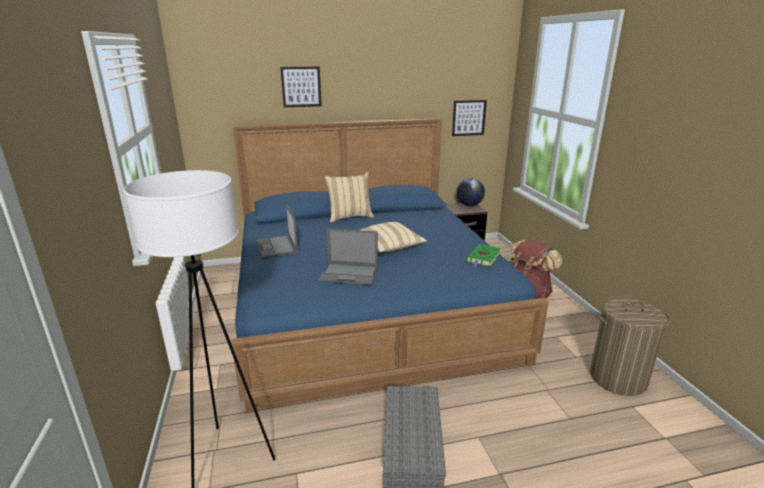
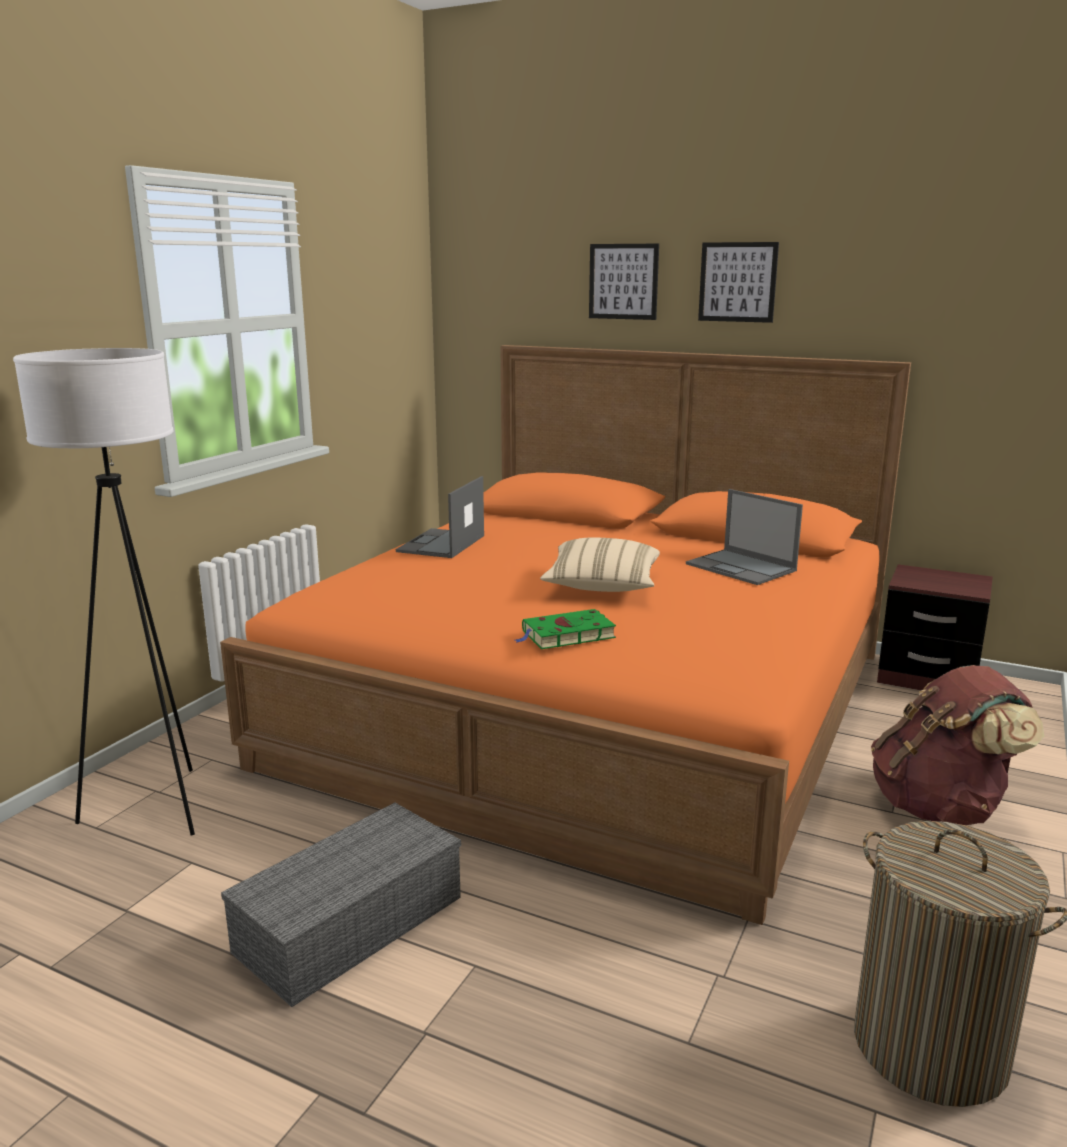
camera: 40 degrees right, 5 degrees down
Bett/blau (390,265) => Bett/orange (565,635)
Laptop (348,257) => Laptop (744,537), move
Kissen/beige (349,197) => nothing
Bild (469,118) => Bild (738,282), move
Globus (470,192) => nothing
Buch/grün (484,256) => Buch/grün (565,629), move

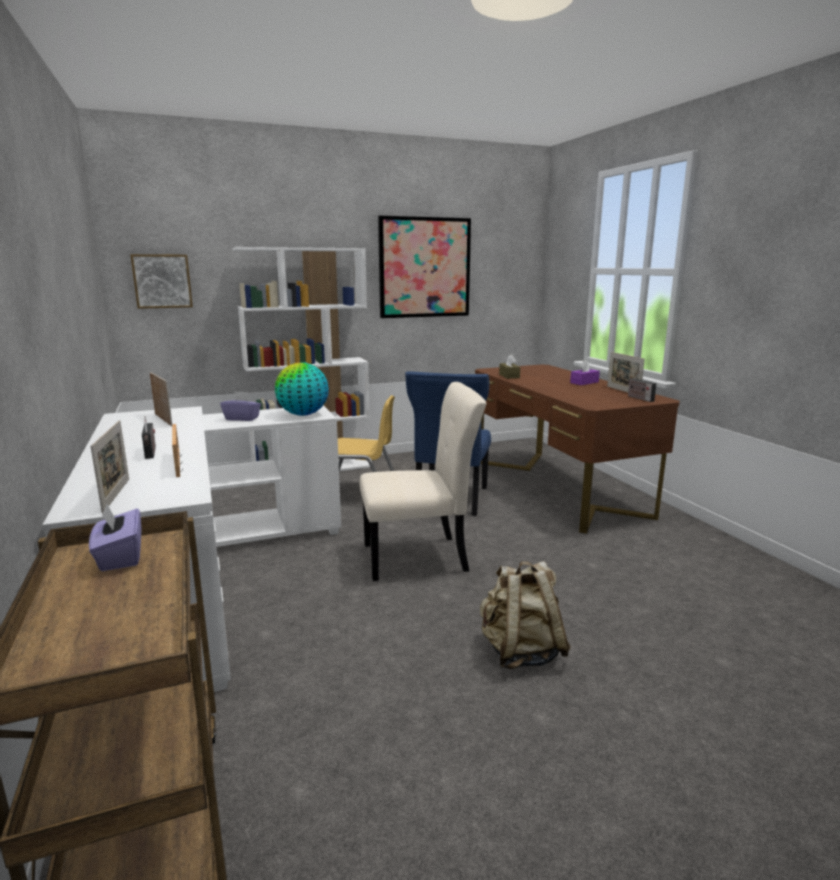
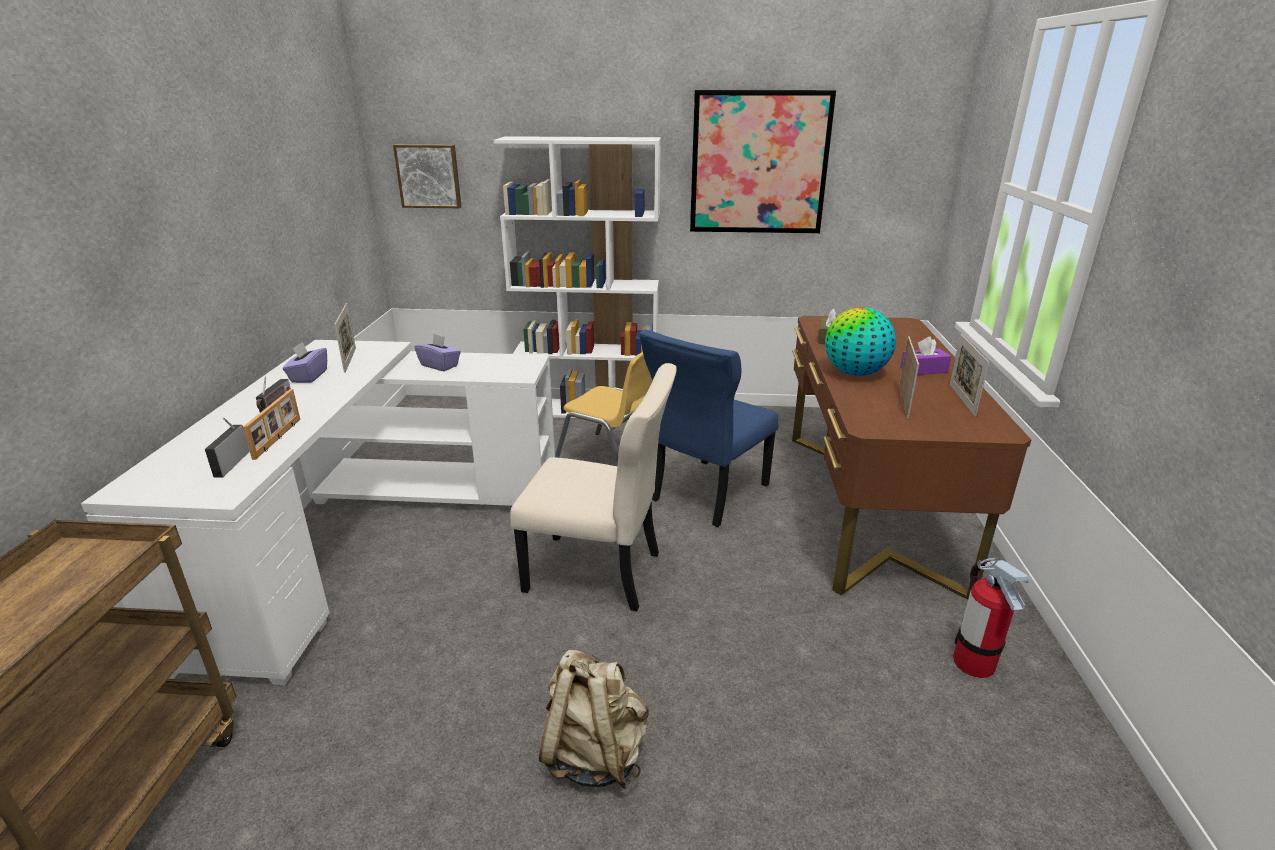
camera: 25 degrees right, 10 degrees up
Taschentuchbox/lila (115,537) => Taschentuchbox/lila (305,362), move
Bilderrahmen (110,466) => Bilderrahmen (909,377), move
Globus (302,389) => Globus (860,341), move
Radio (642,386) => Radio (227,447), move
nothing => Feuerlöscher (991,618)

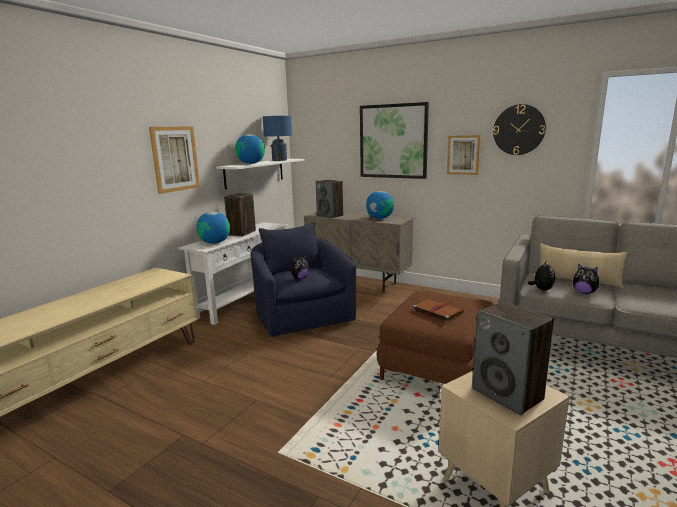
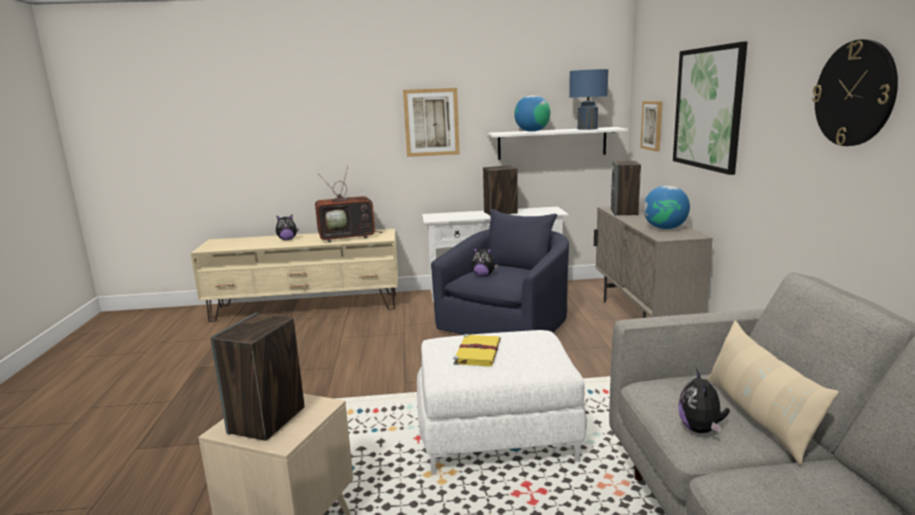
camera: 55 degrees right, 0 degrees up
Globus (213,228) => nothing
Polsterhocker/braun (435,337) => Polsterhocker/weiß (502,402)
Buch/braun (438,310) => Buch/gelb (477,350)
Bild (464,155) => Bild (651,126), move
Plüschtier (541,276) => Plüschtier (287,227), move
nothing => Fernseher (349,204)

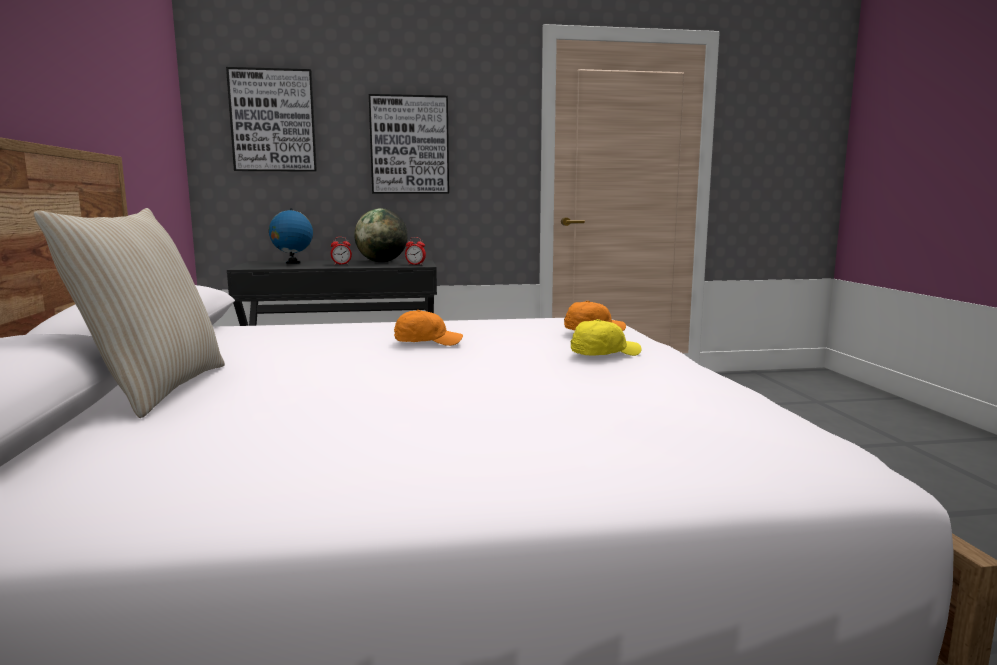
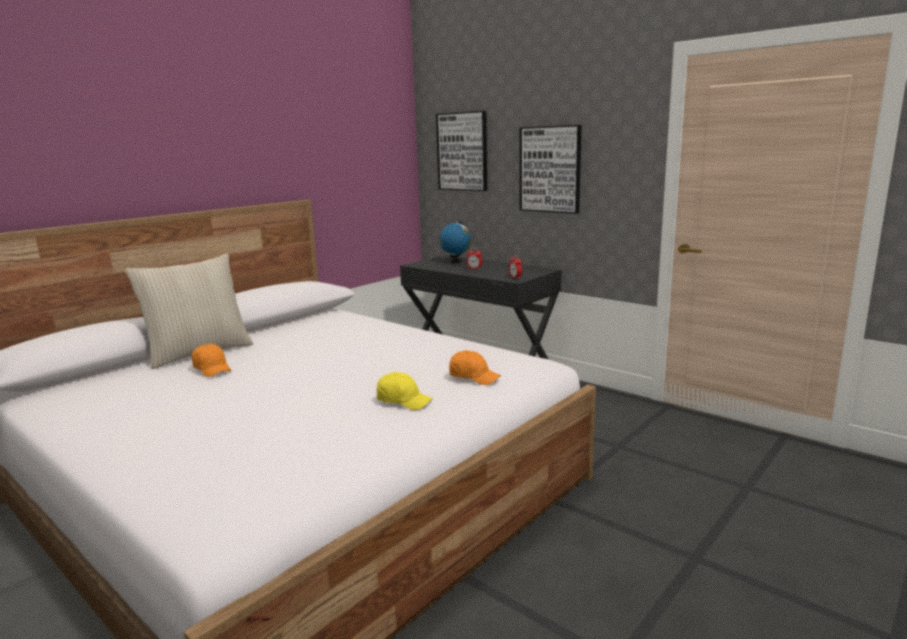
camera: 50 degrees right, 5 degrees up
Globus (381,235) => nothing
Kappe/orange (428,328) => Kappe/orange (211,360), move

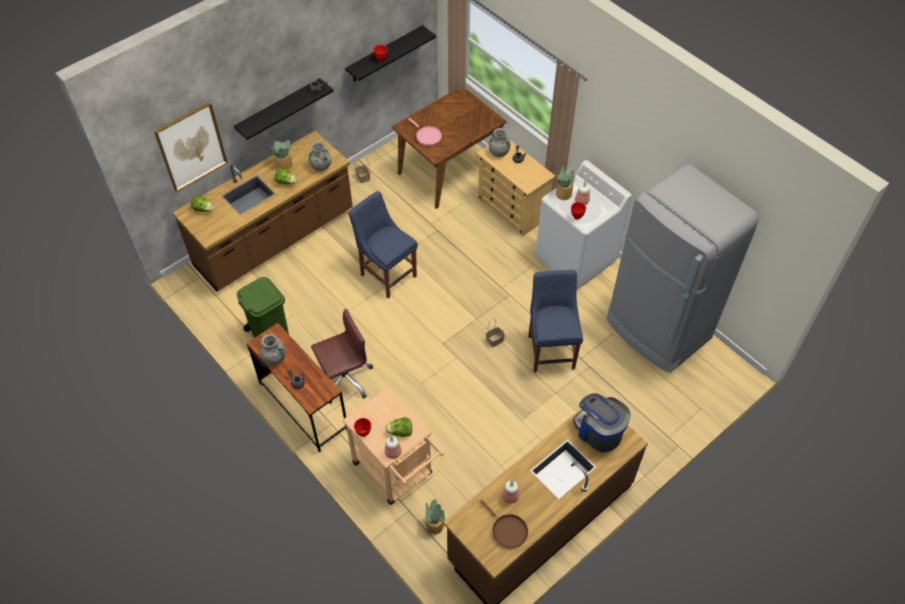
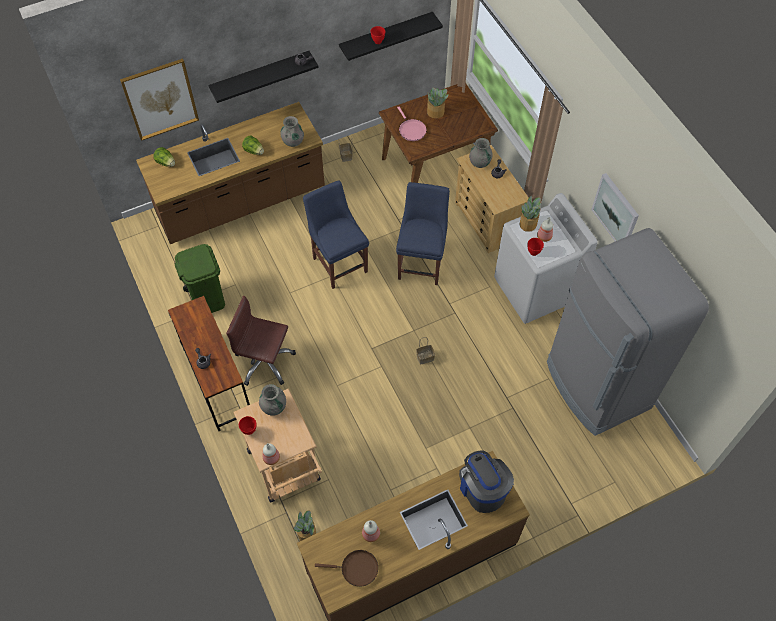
camera: 15 degrees right, 5 degrees up
Vase/grau (273,349) => Vase/grau (272,400), move
Topfpflanze (282,155) => Topfpflanze (438,103), move
Bürostuhl/braun (342,356) => Bürostuhl/braun (261,341), 150 degrees counterclockwise
Salatkopf (398,427) => nothing
Pfanne/braun (504,524) => Pfanne/braun (346,568), 60 degrees counterclockwise
Stuhl/blau (555,321) => Stuhl/blau (423,233), move
nothing => Bild (615,207)

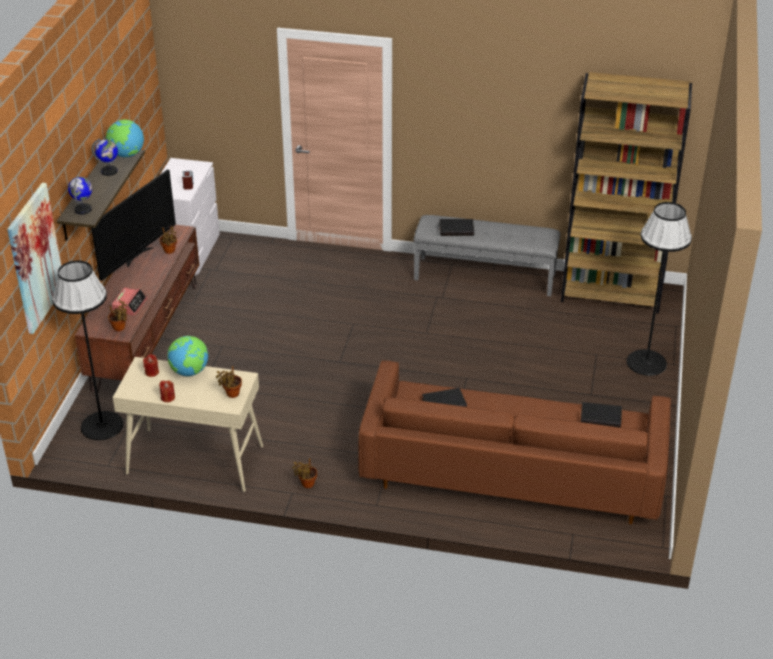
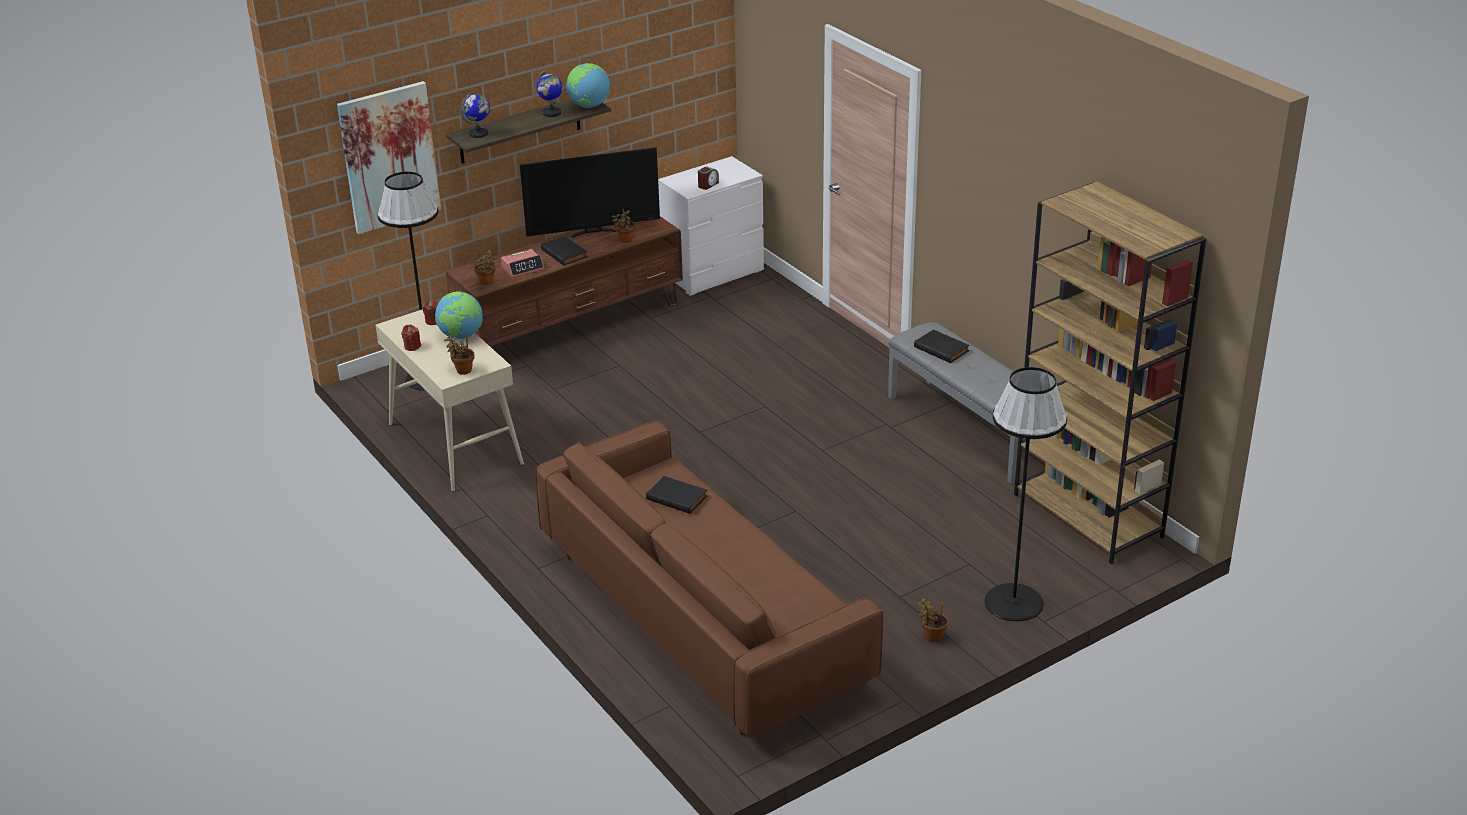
camera: 45 degrees right, 5 degrees down
Topfpflanze (304,473) => Topfpflanze (932,620), move
Buch/schwarz (601,415) => Buch/schwarz (564,251), move

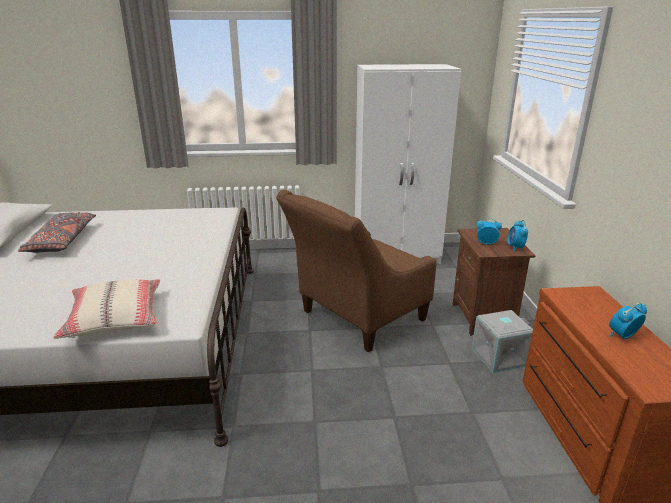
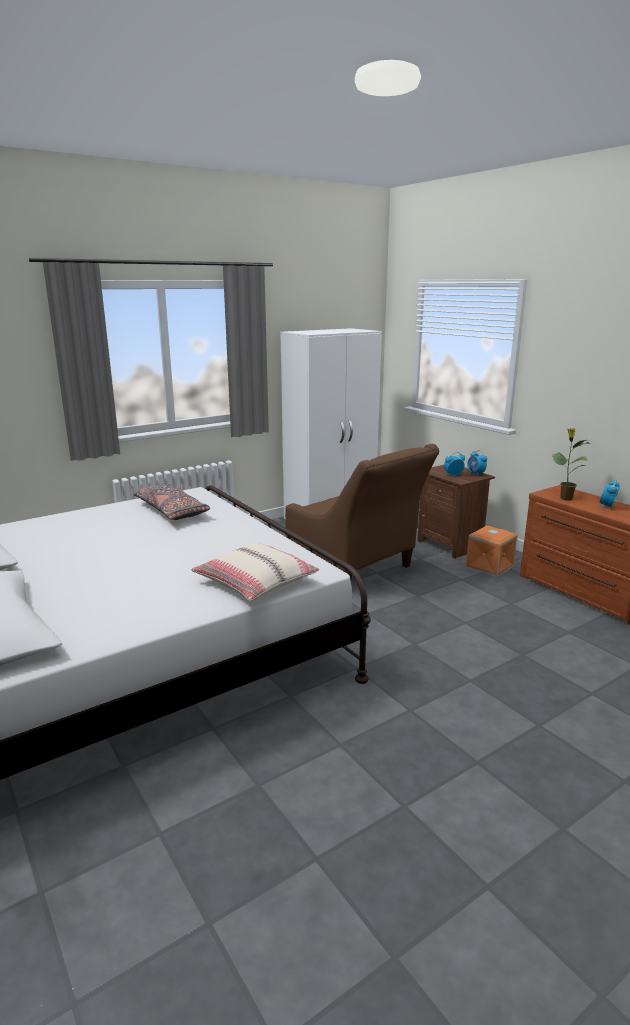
camera: 30 degrees left, 5 degrees down
Kissen/grau (57,232) => Kissen/grau (171,502), move
Sessel/braun (356,271) => Sessel/braun (362,512), 60 degrees counterclockwise
Aufbewahrungsbox/grau (502,341) => Aufbewahrungsbox/orange (492,551)
nothing => Topfpflanze (571,464)

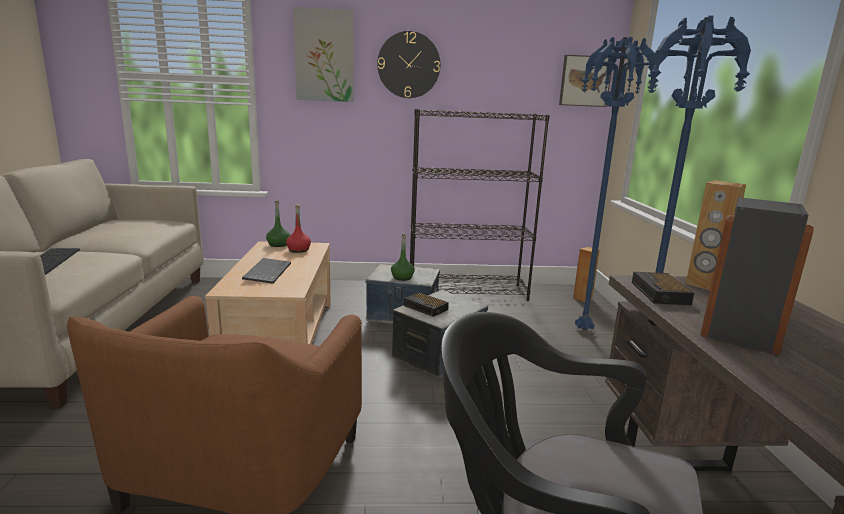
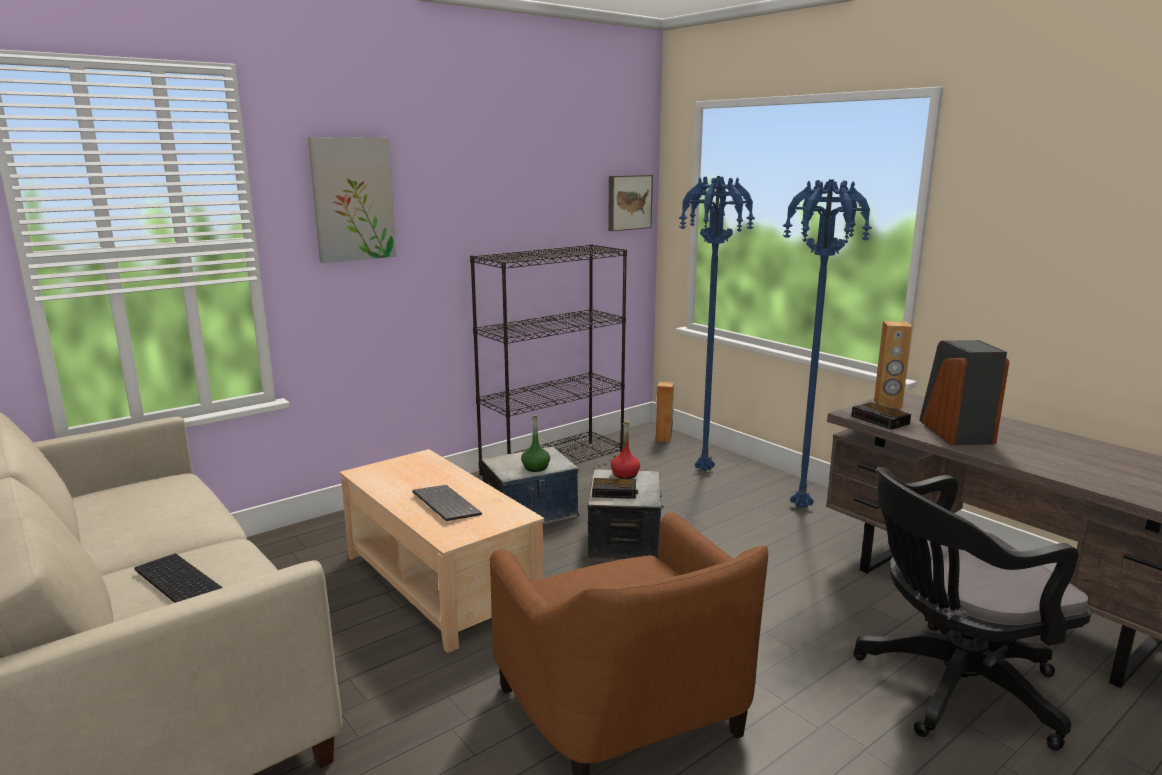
camera: 35 degrees left, 0 degrees up
Flasche/grün (278,224) => nothing
Flasche/rot (298,228) => Flasche/rot (625,450), move
Wanduhr (408,64) => nothing

